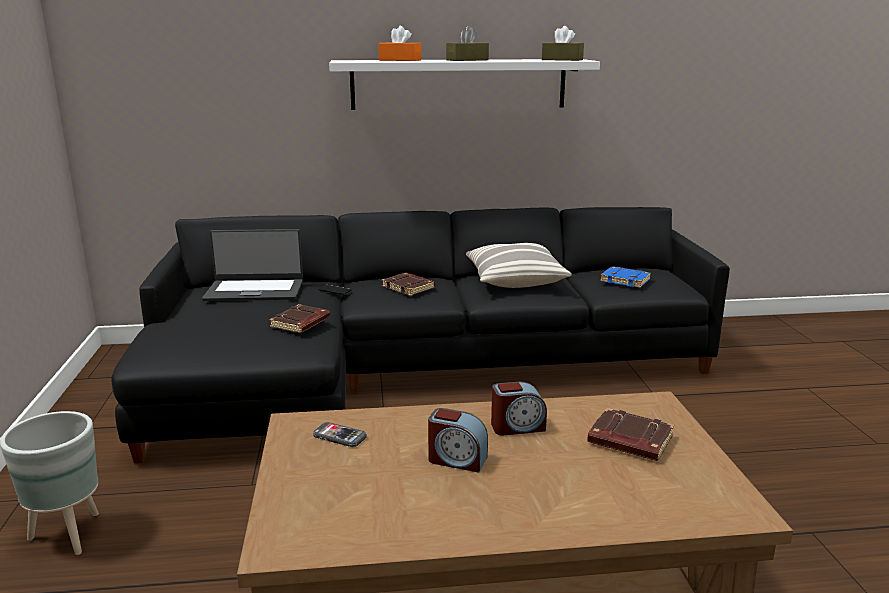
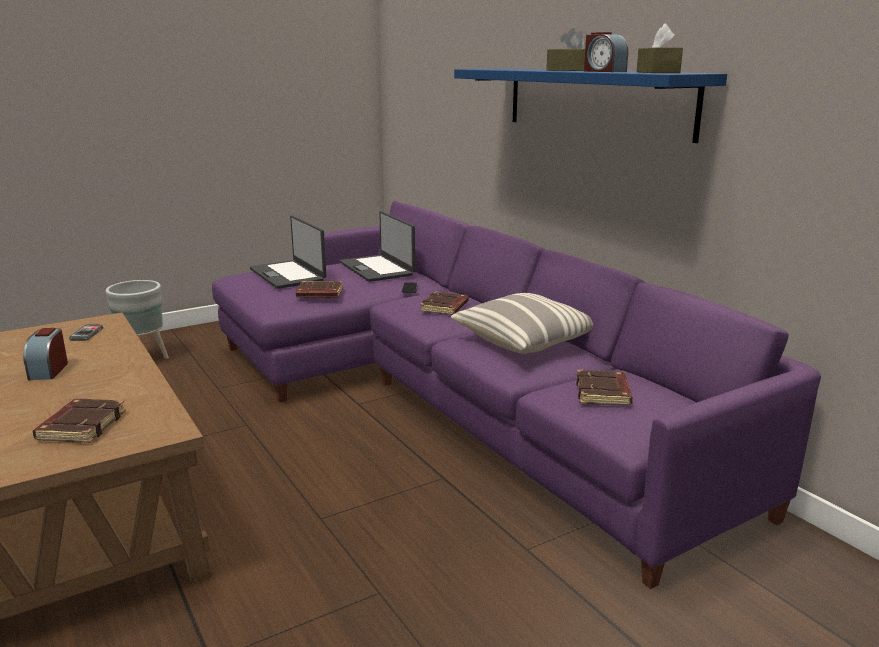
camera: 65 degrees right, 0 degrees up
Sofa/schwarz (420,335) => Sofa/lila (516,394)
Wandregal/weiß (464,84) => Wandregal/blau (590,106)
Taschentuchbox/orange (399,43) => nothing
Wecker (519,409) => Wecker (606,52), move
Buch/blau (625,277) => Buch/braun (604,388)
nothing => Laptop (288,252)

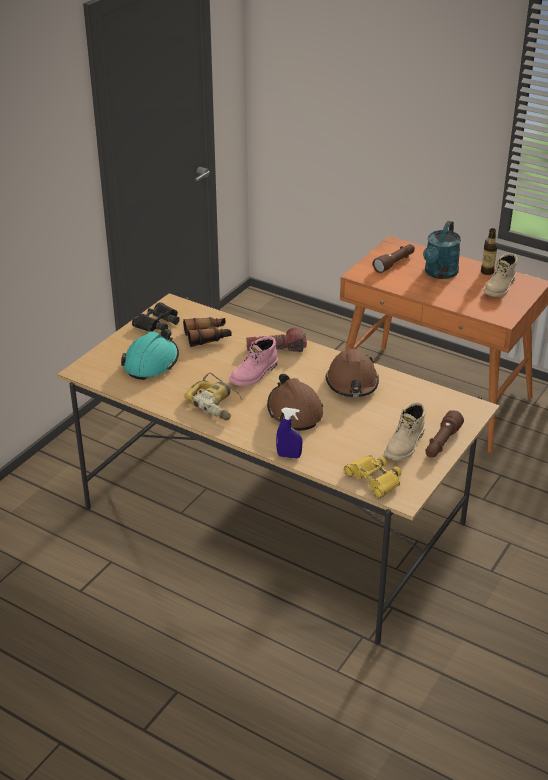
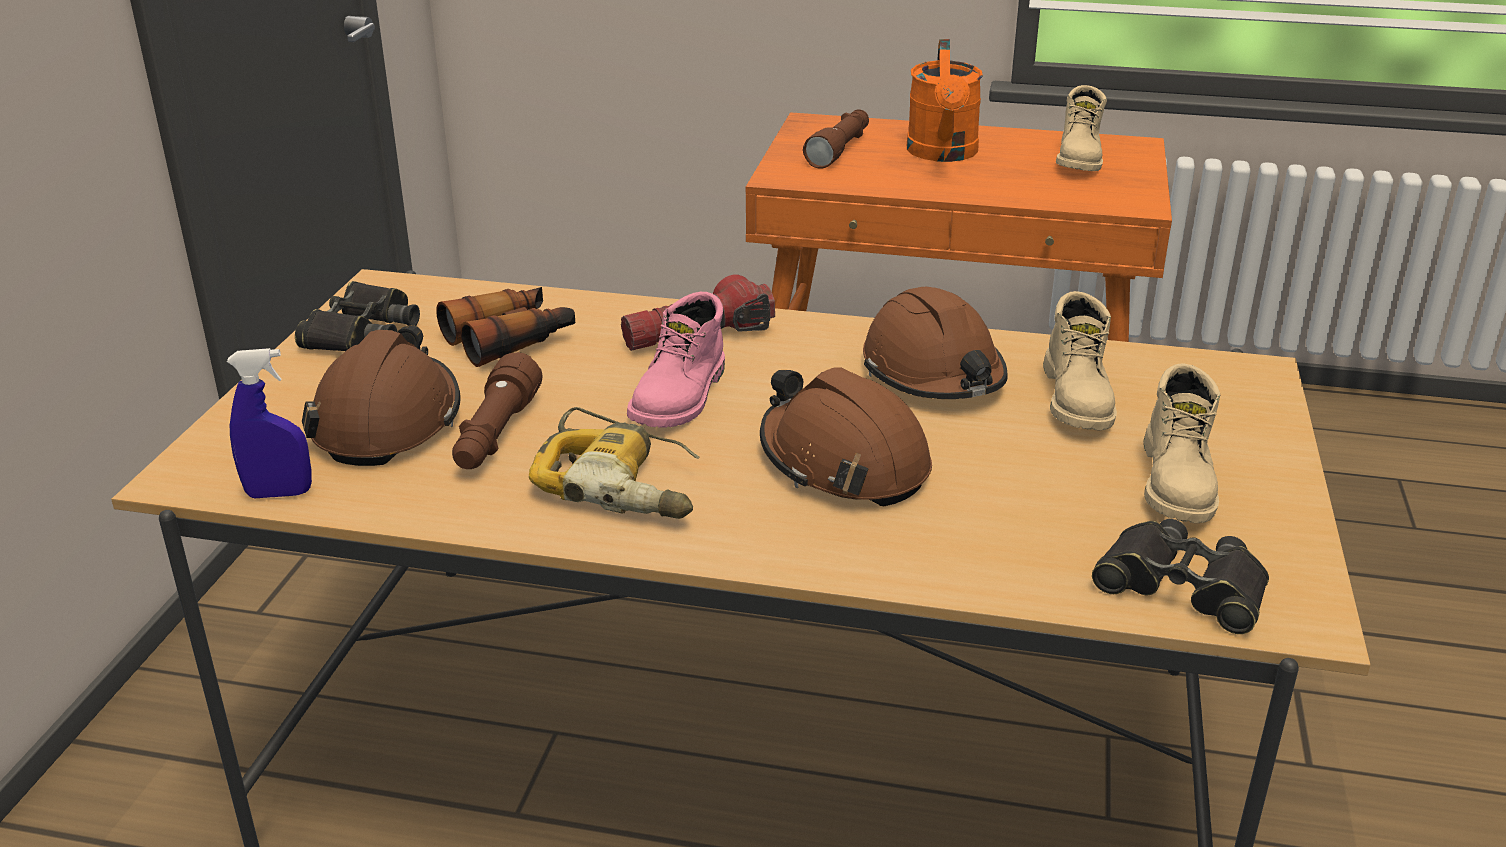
camera: 20 degrees left, 5 degrees down
Schutzhelm/türkis (150,354) => Schutzhelm/braun (381,395)
Sprühflasche/blau (289,433) => Sprühflasche/blau (269,423), move
Fernglas/gelb (372,477) => Fernglas/schwarz (1180,576)
Gießkanne/türkis (442,250) => Gießkanne/orange (945,100)
Taschenlampe/braun (445,434) => Taschenlampe/braun (497,410), move
Flasche (489,251) => nothing
nothing => Stiefel/beige (1080,360)

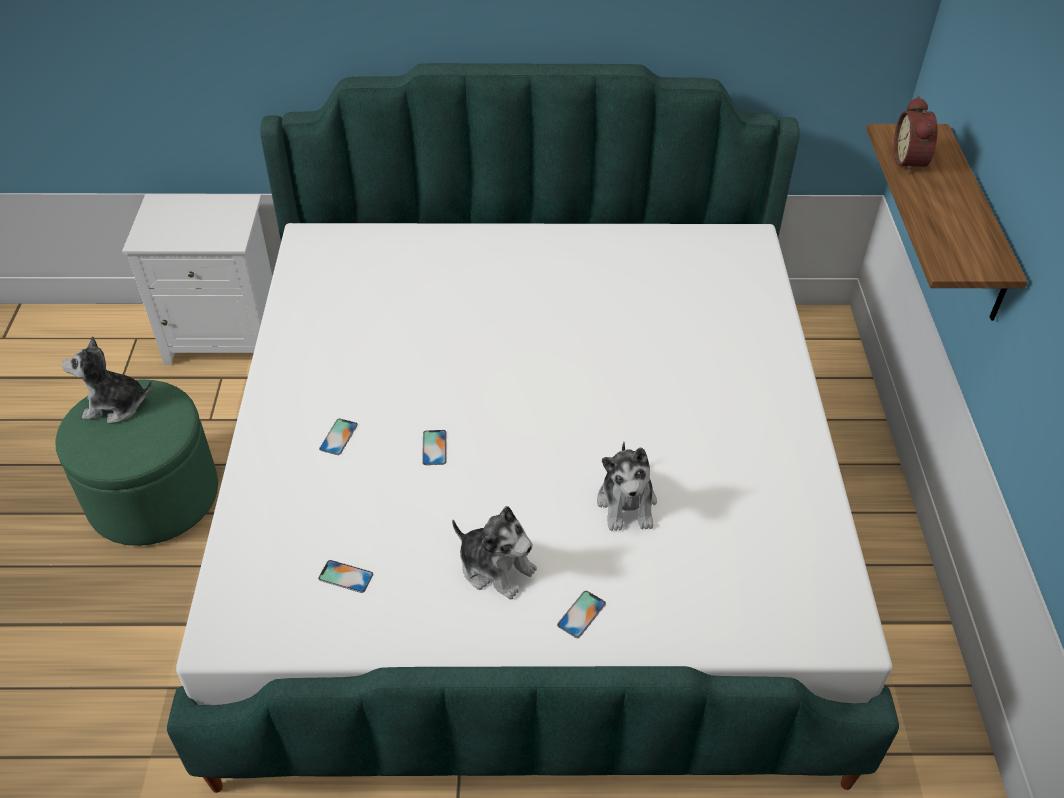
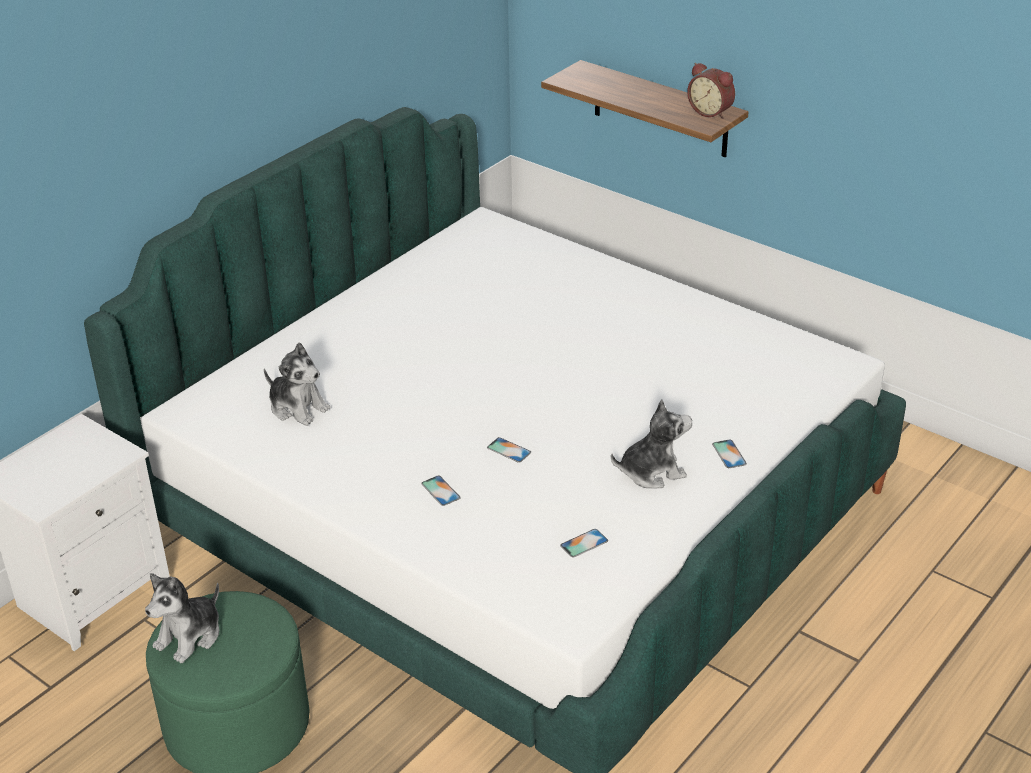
camera: 50 degrees left, 10 degrees down
Plüschtier (627,486) => Plüschtier (297,384), move
Wecker (915,135) => Wecker (711,91), move

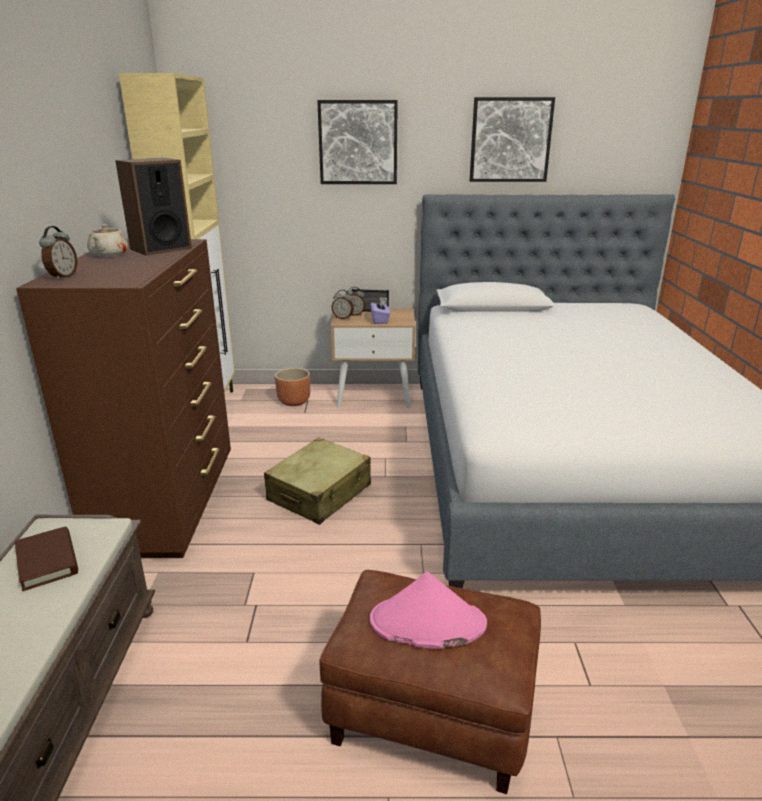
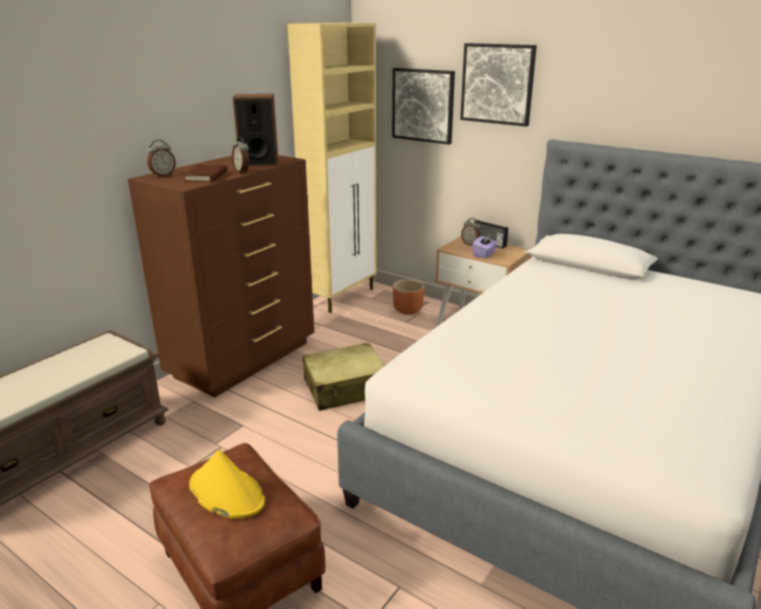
camera: 35 degrees right, 0 degrees up
Buch/braun (46,559) => Buch/braun (205,173), move
Teekanne/beige (107,240) => nothing
Wecker (343,304) => Wecker (240,155), move
Hut/rosa (428,610) => Hut/gelb (227,484)
Bild (512,139) => Bild (423,106), move

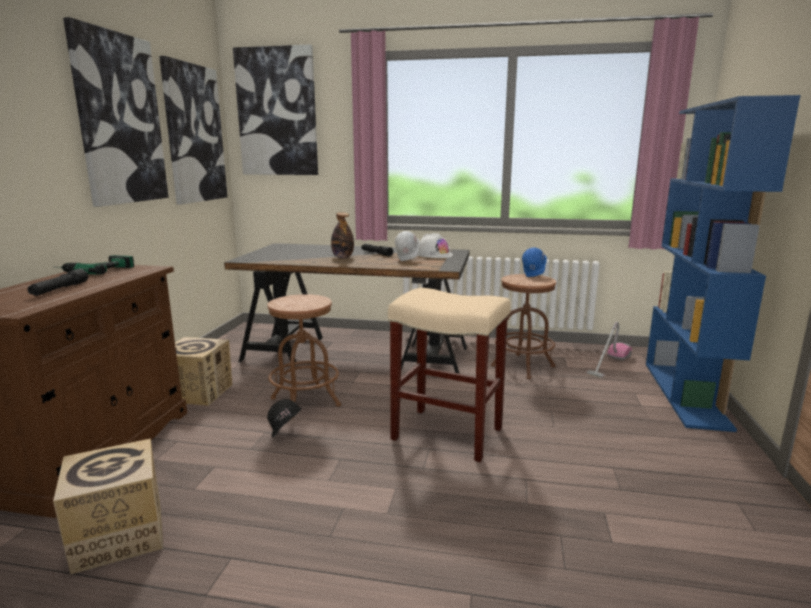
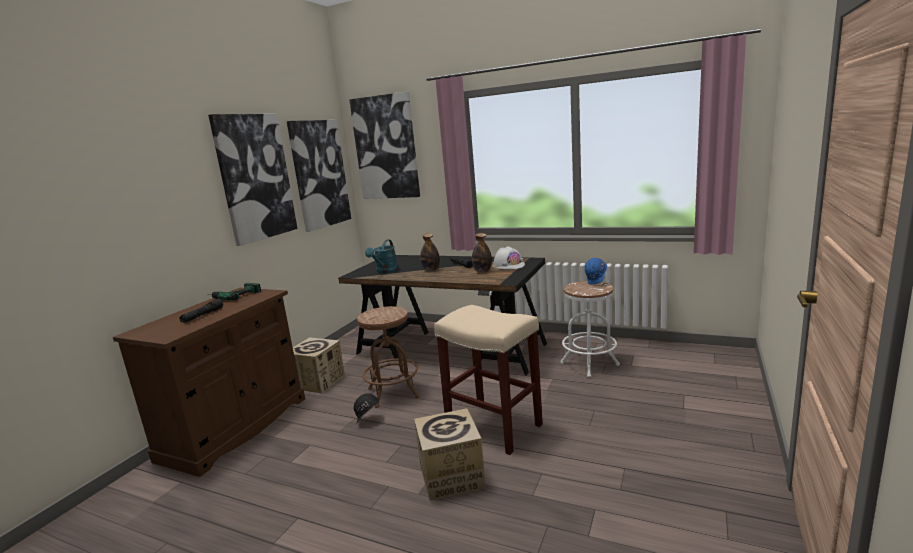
camera: 15 degrees right, 0 degrees up
Karton (108,506) => Karton (450,454), move
Schutzhelm/weiß (407,246) => Flasche (482,253)
Hocker/braun (523,326) => Hocker/weiß (590,329)
Staubsauger (609,350) => nothing
Bücherregal/blau (723,263) => nothing
nothing => Gießkanne/türkis (381,257)

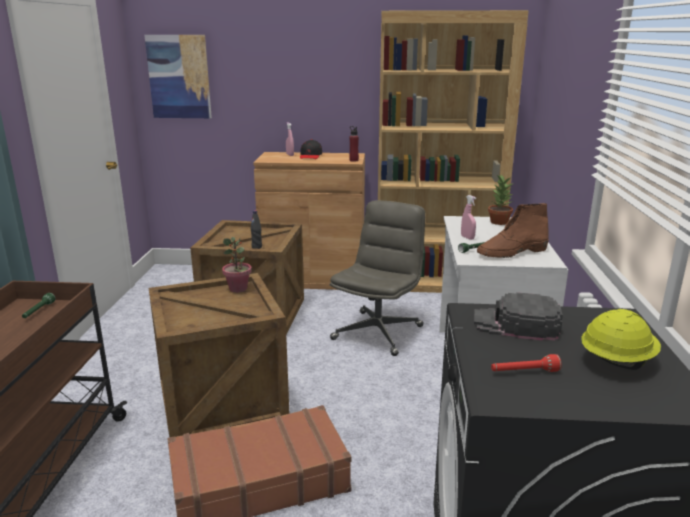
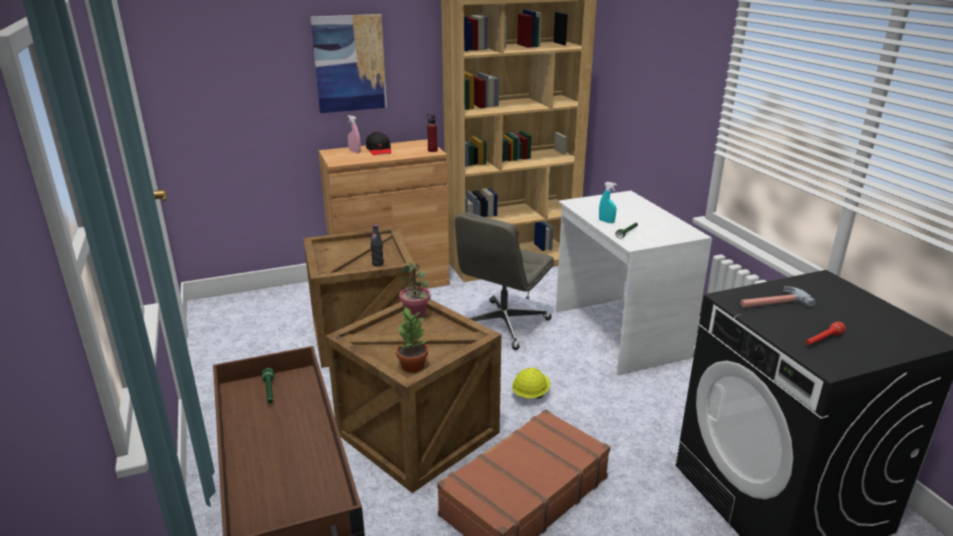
camera: 25 degrees left, 5 degrees up
Bild (178,76) => Bild (348,63), move
Bürostuhl/grau (377,278) => Bürostuhl/grau (504,281), 150 degrees counterclockwise
Sprühflasche/rosa (468,217) => Sprühflasche/türkis (608,202)
Kappe/schwarz (518,316) => Hammer (778,297)
Stiefel/braun (513,230) => nothing
Topfpflanze (500,200) => Topfpflanze (412,339), move
Schutzhelm/gelb (621,339) => Schutzhelm/gelb (531,383), move

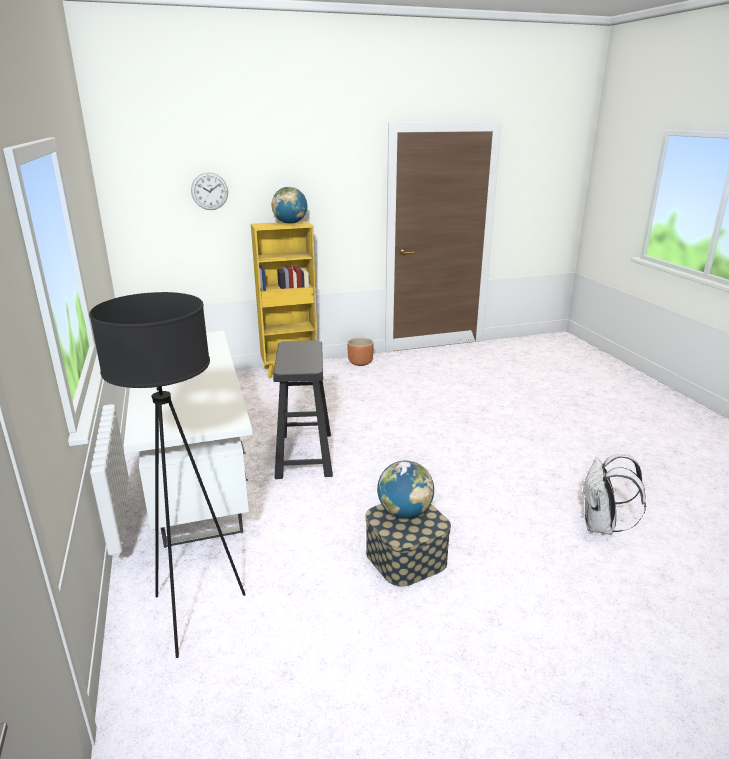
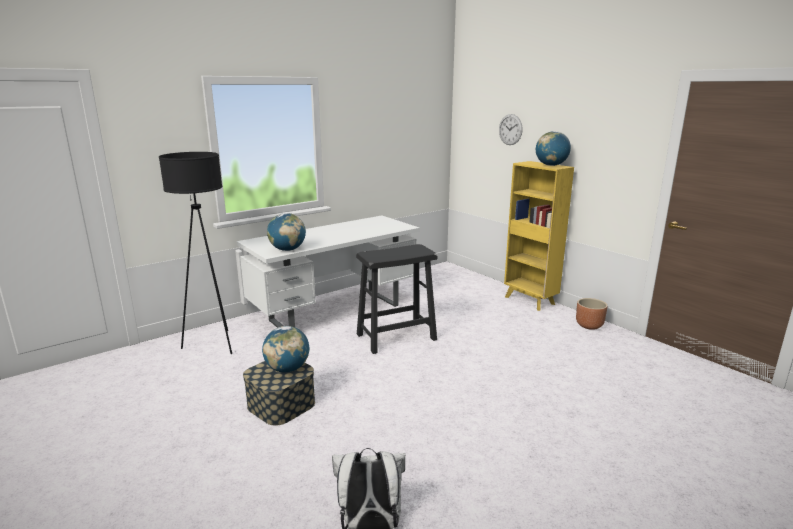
camera: 70 degrees right, 5 degrees down
nothing => Globus (286,232)

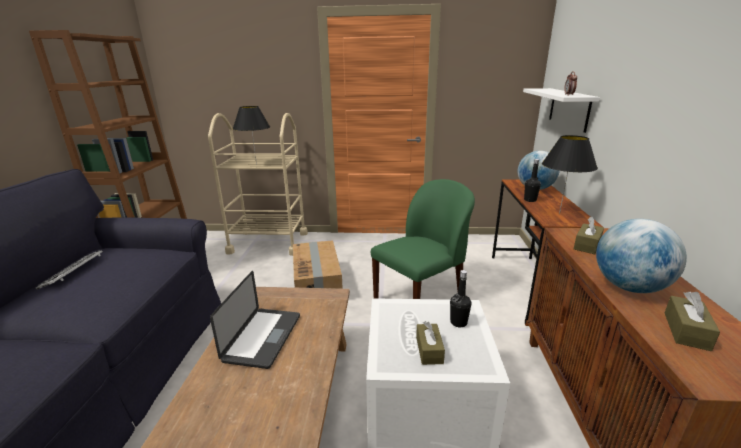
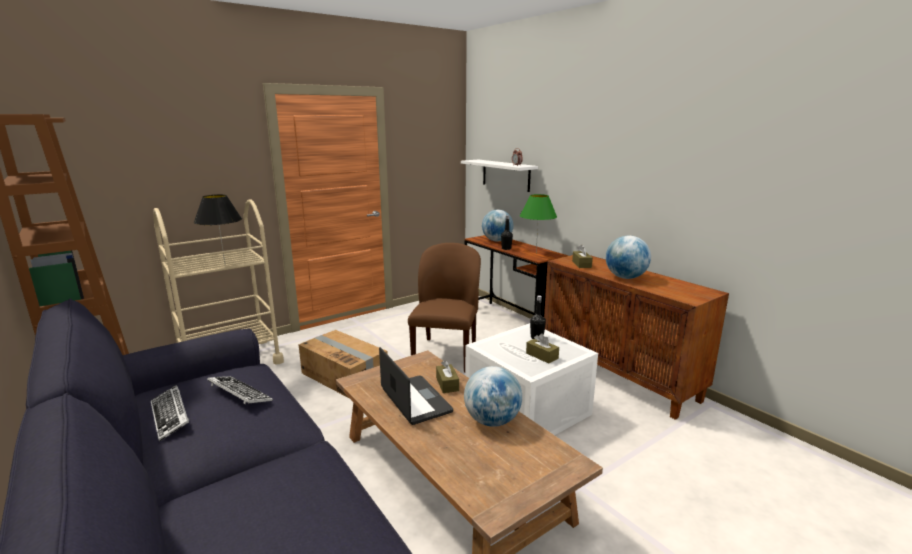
camera: 40 degrees left, 5 degrees down
Stuhl/grün (423,239) => Stuhl/braun (444,308)
Tischlampe/schwarz (570,175) => Tischlampe/grün (538,224)
Taschentuchbox/braun (692,321) => Taschentuchbox/braun (447,376), move
nothing => Tastatur (240,390)
nothing => Globus (493,396)

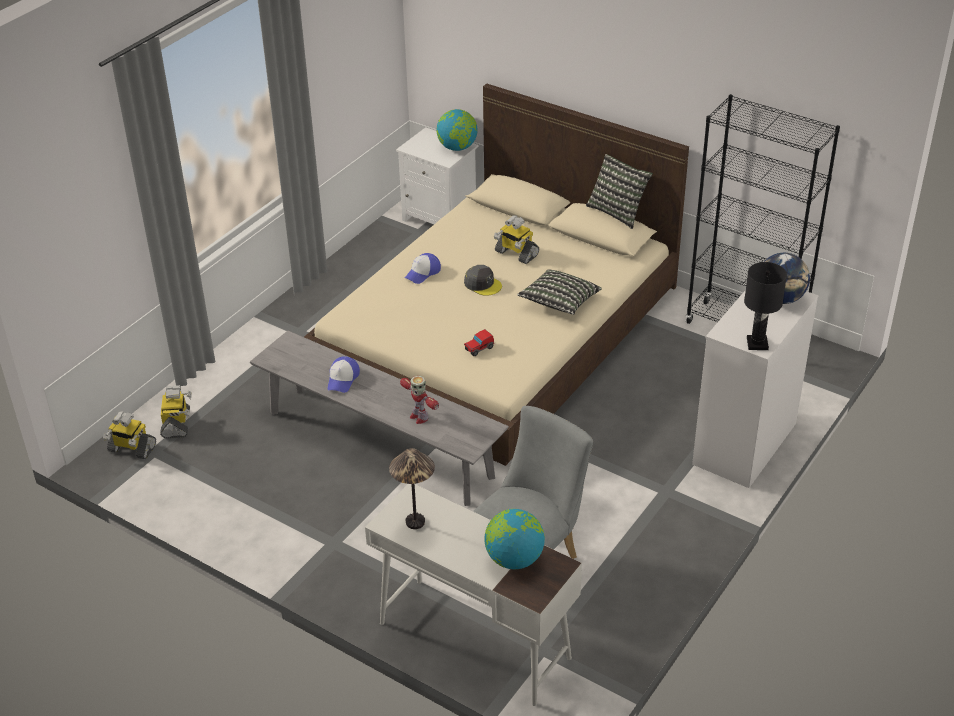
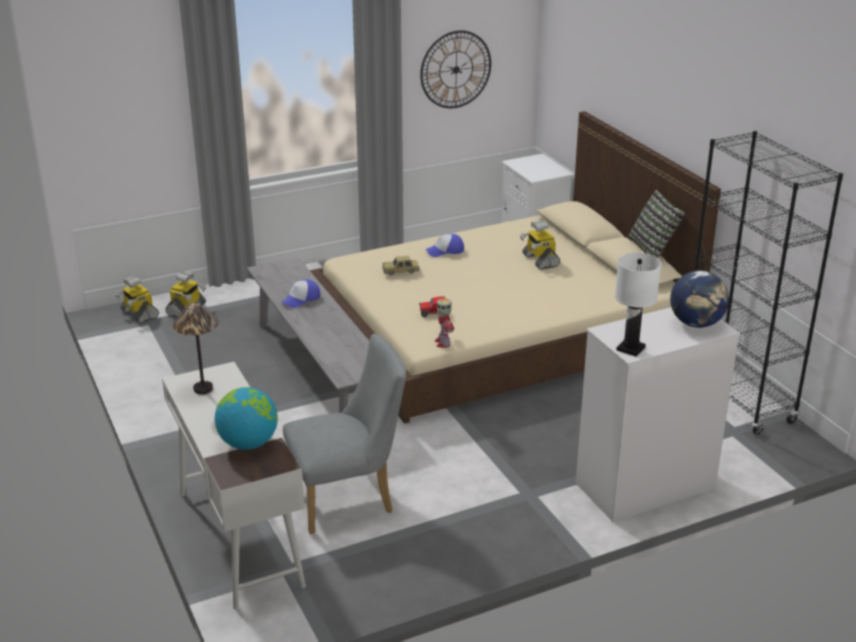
camera: 30 degrees right, 10 degrees down
Spielzeugroboter (419,400) => Spielzeugroboter (444,323), move
Globus (457,130) => nothing
Kappe/grau (483,280) => nothing
Kissen (559,292) => nothing
Tischlampe/schwarz (765,306) => Tischlampe/weiß (638,305)
nothing => Spielzeugauto (401,265)
nothing => Wanduhr (455,69)

